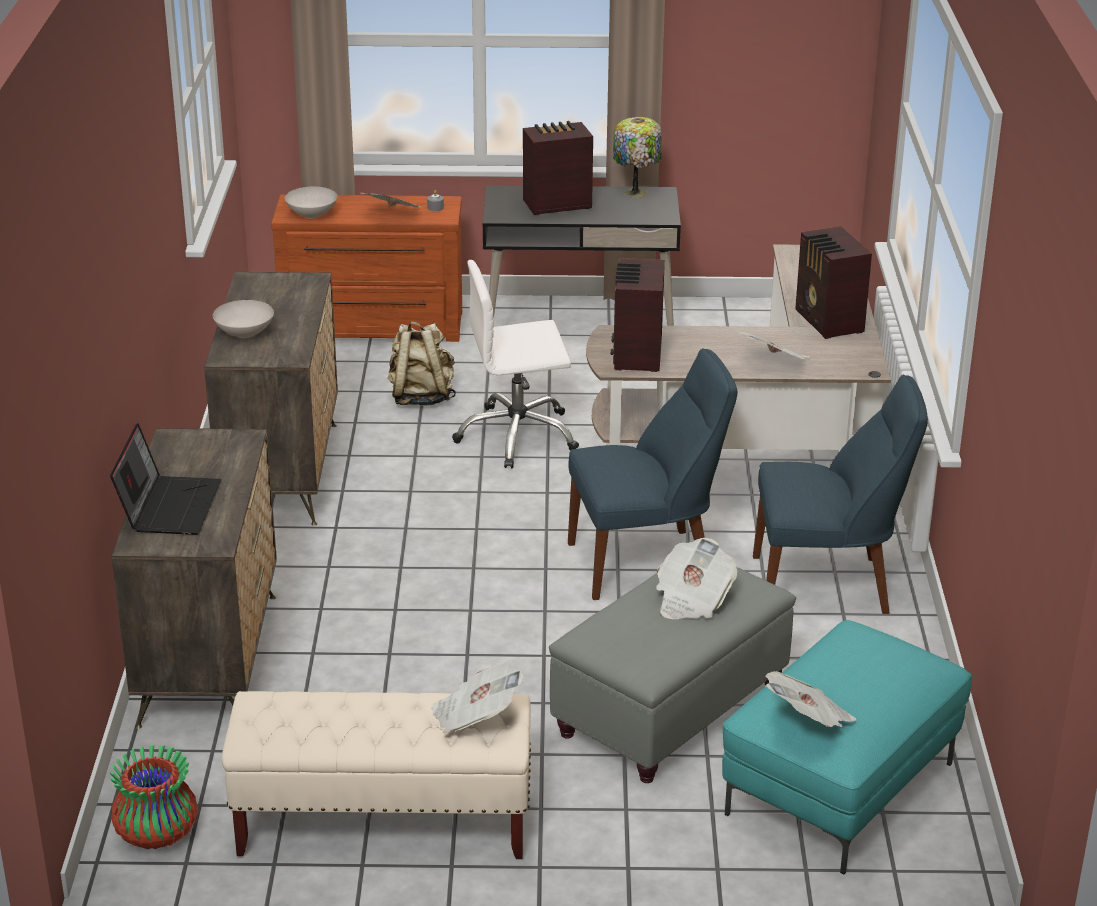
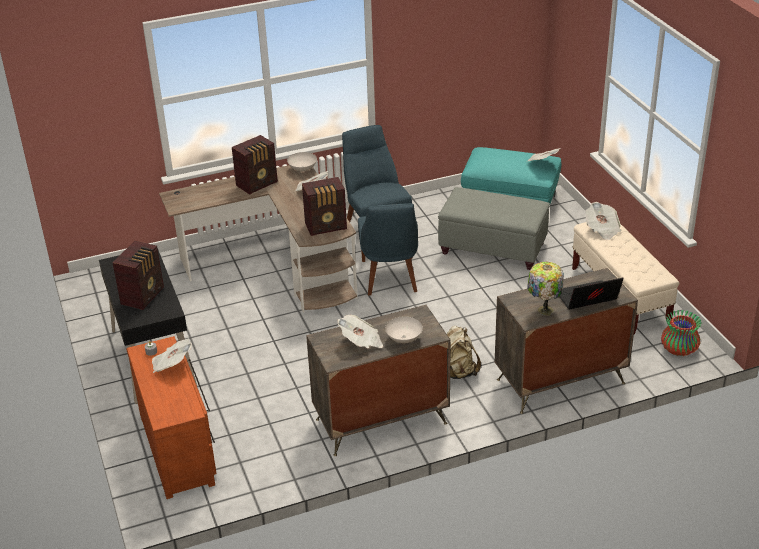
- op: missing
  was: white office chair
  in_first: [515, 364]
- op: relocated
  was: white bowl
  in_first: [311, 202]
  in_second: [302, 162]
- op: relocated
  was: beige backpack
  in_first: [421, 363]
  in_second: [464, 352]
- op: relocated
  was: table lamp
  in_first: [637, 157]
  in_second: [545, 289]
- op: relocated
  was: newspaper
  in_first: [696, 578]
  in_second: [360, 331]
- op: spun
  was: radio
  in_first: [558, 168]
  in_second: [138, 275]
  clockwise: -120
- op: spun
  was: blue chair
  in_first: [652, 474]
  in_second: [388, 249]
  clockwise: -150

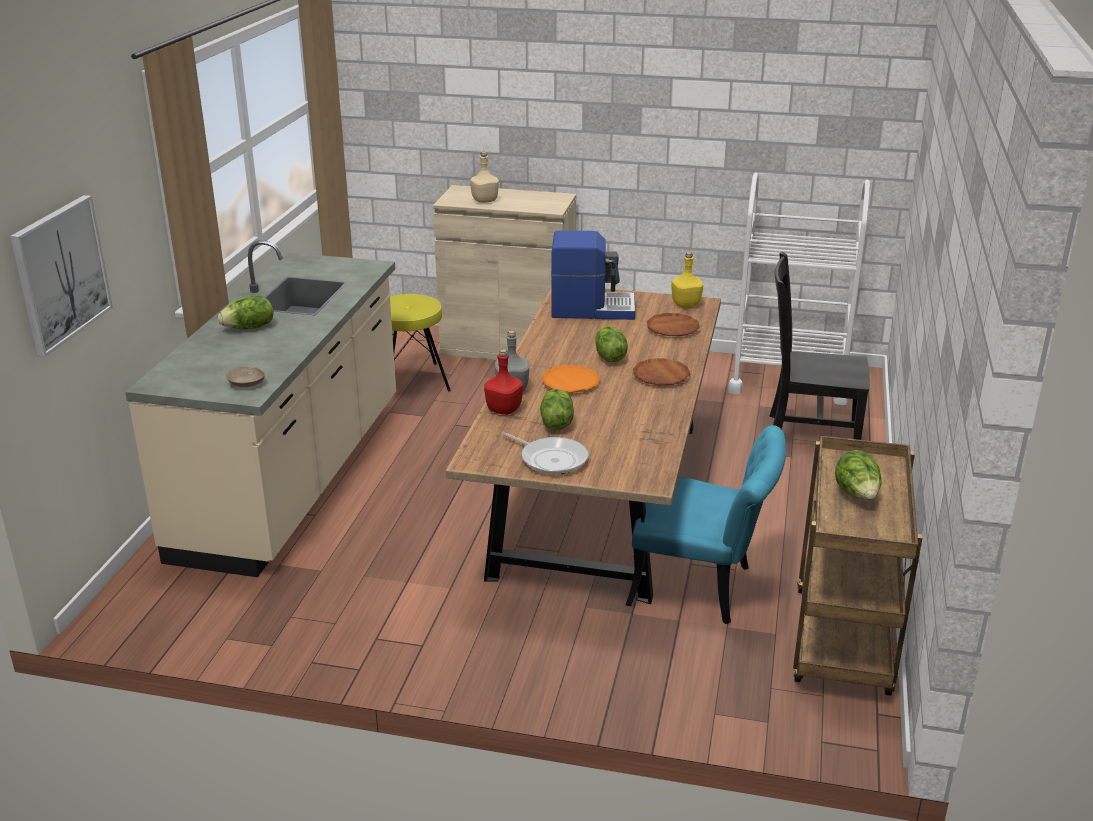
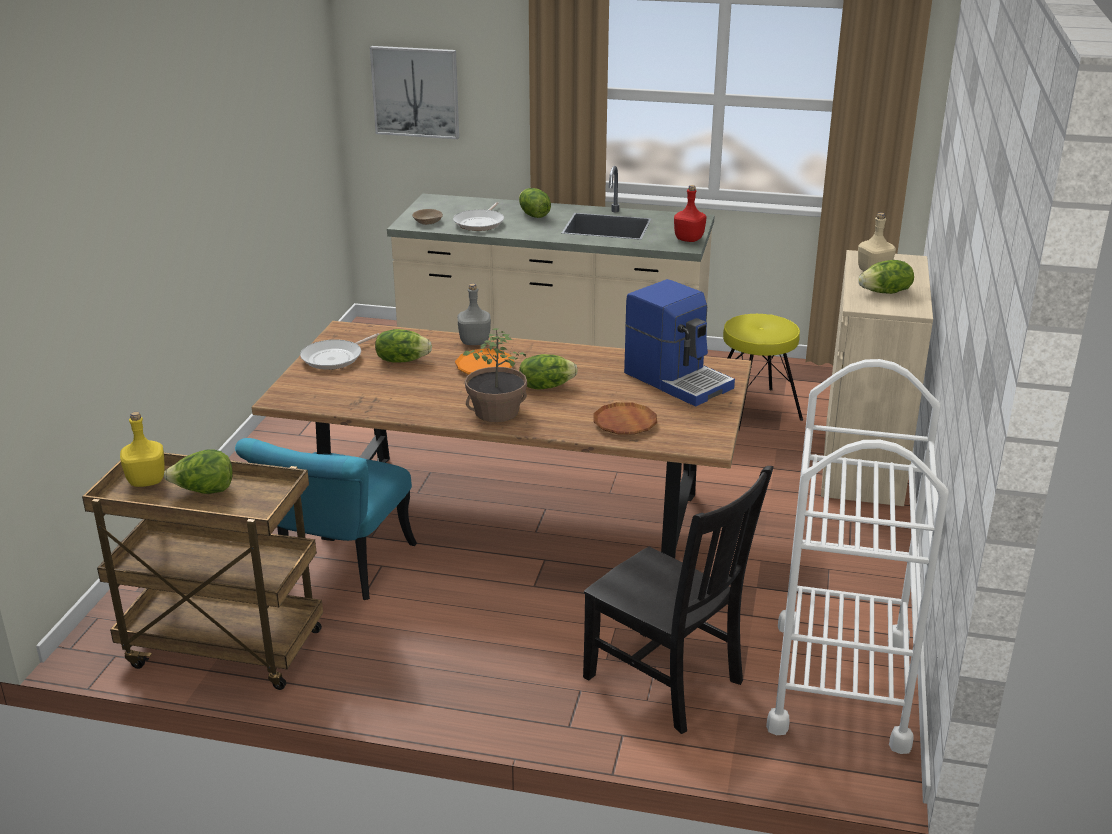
- op: appeared
  now: frying pan
  in_second: [478, 216]
- op: appeared
  now: lettuce
  in_second: [886, 277]
- op: relocated
  was: red bottle
  in_first: [503, 382]
  in_second: [690, 213]
- op: relocated
  was: yellow bottle
  in_first: [687, 280]
  in_second: [142, 449]
- op: exchanged
  was: brown plate
  now: potted plant
  in_first: [661, 371]
  in_second: [495, 375]
- op: spun
  was: coffee machine
  in_first: [593, 275]
  in_second: [679, 343]
  clockwise: -45
- op: spun
  was: black chair
  in_first: [819, 346]
  in_second: [678, 600]
  clockwise: 120

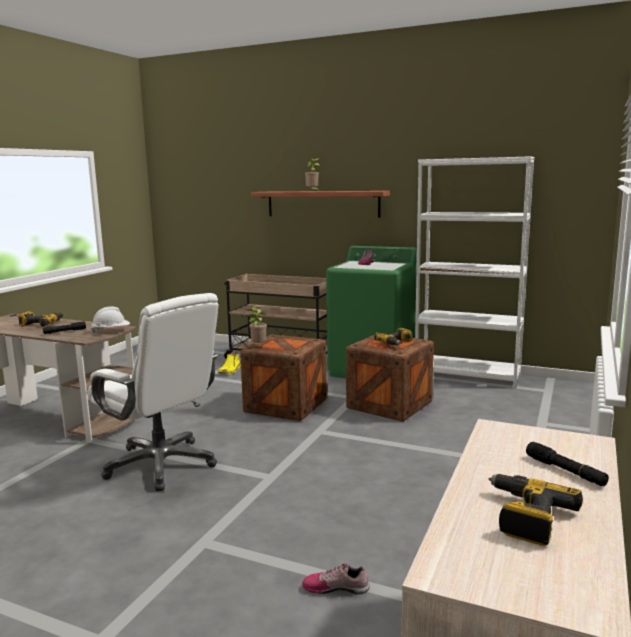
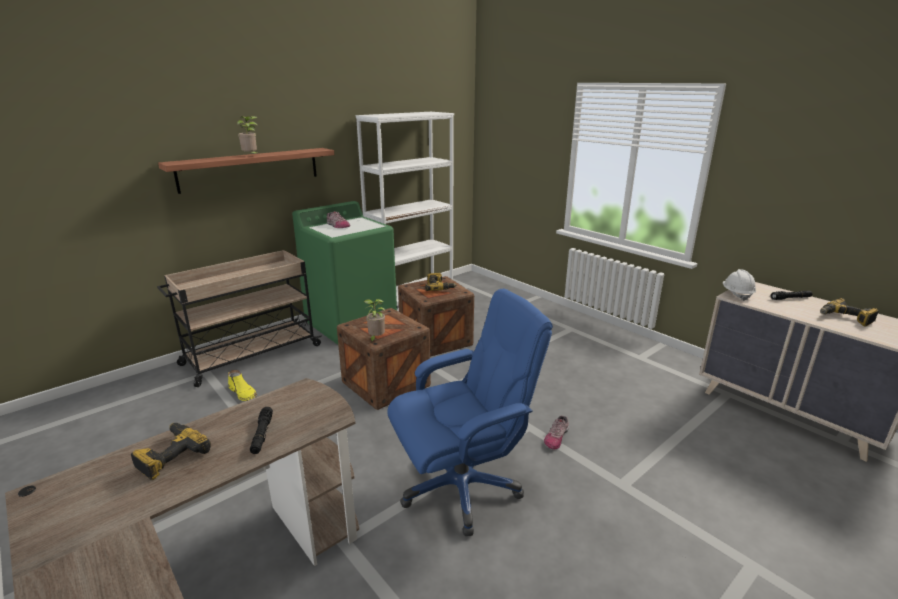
- op: relocated
  was: white hard hat
  in_first: [110, 319]
  in_second: [739, 285]
- op: relocated
  was: shoe
  in_first: [336, 578]
  in_second: [556, 433]
- op: colour
  was: white office chair
  now: blue office chair
  in_first: [152, 392]
  in_second: [470, 412]

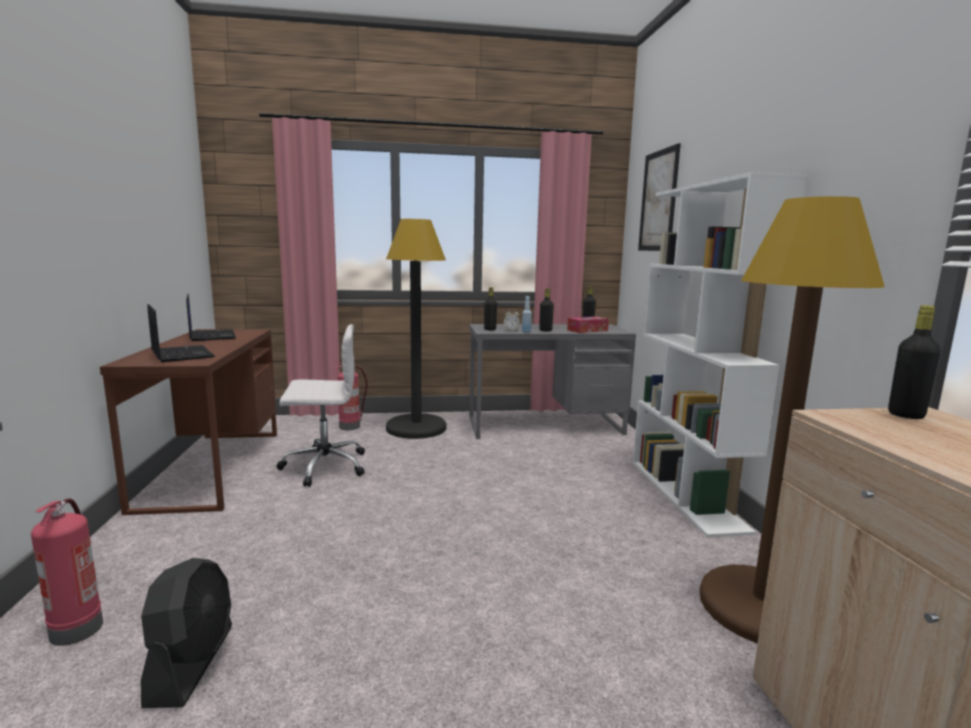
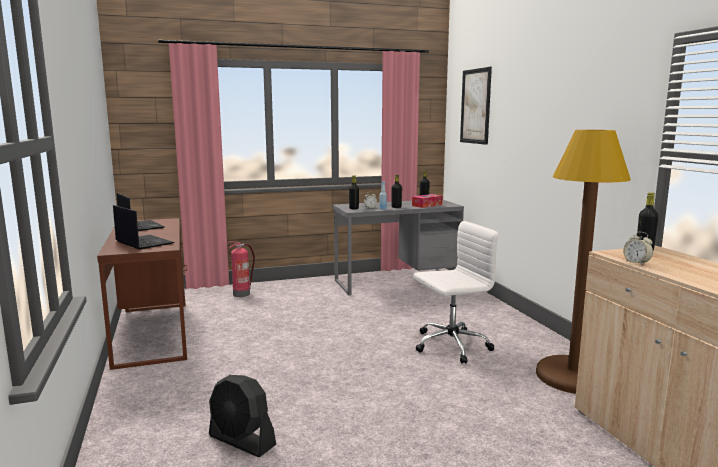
- op: missing
  was: fire extinguisher
  in_first: [67, 572]
- op: missing
  was: black floor lamp
  in_first: [416, 329]
- op: missing
  was: white bookcase
  in_first: [720, 355]
- op: appeared
  now: alarm clock
  in_second: [638, 248]
- op: relocated
  was: white office chair
  in_first: [321, 405]
  in_second: [455, 292]
- op: spun
  was: black fan
  in_first: [186, 633]
  in_second: [242, 416]
  clockwise: 135

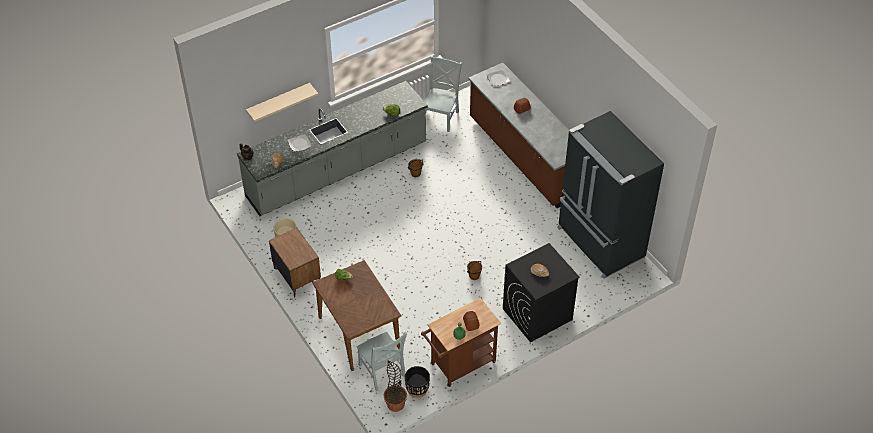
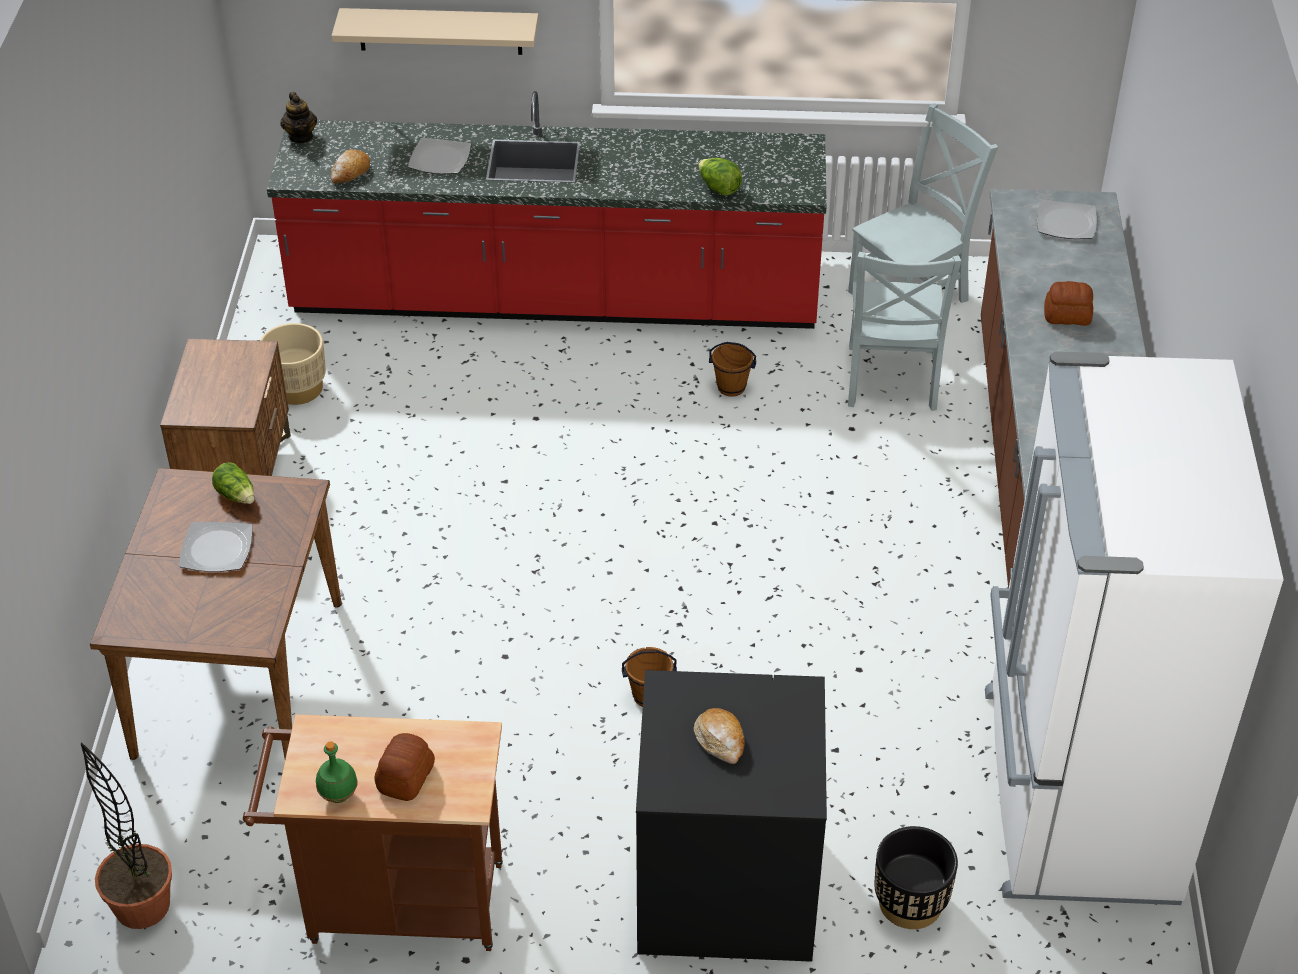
- op: appeared
  now: plate
  in_second: [216, 547]
- op: relocated
  was: grey chair
  in_first: [382, 361]
  in_second: [904, 331]
- op: relocated
  was: black planter
  in_first: [417, 382]
  in_second: [916, 877]
- op: colour
  was: grey counter
  now: red counter
  in_first: [332, 148]
  in_second: [547, 210]
- op: colour
  was: black fridge
  now: white fridge
  in_first: [610, 195]
  in_second: [1134, 628]

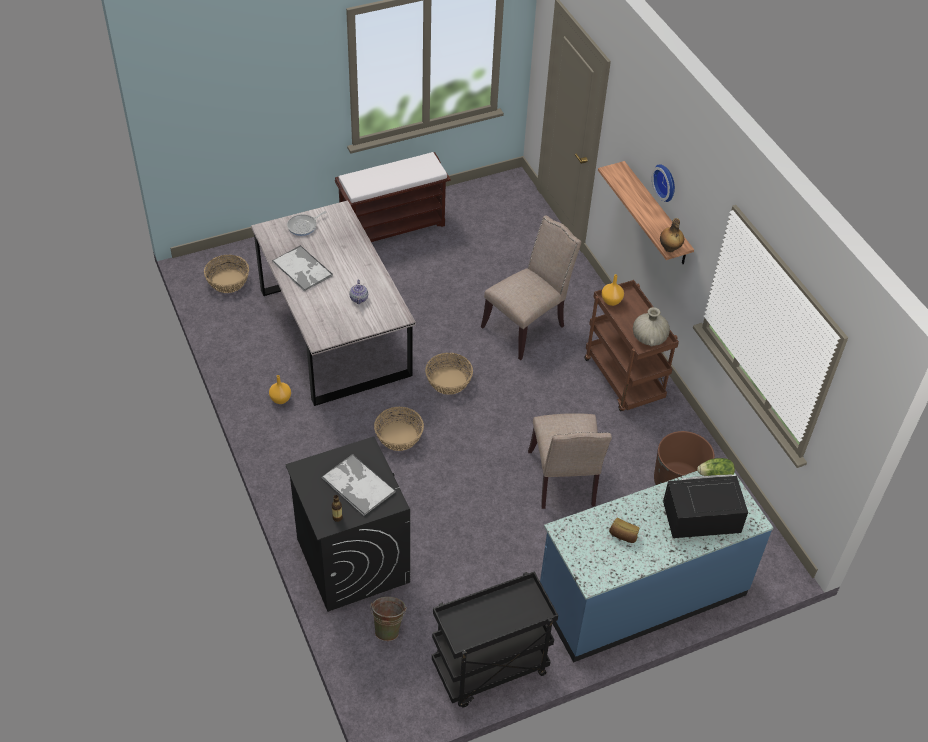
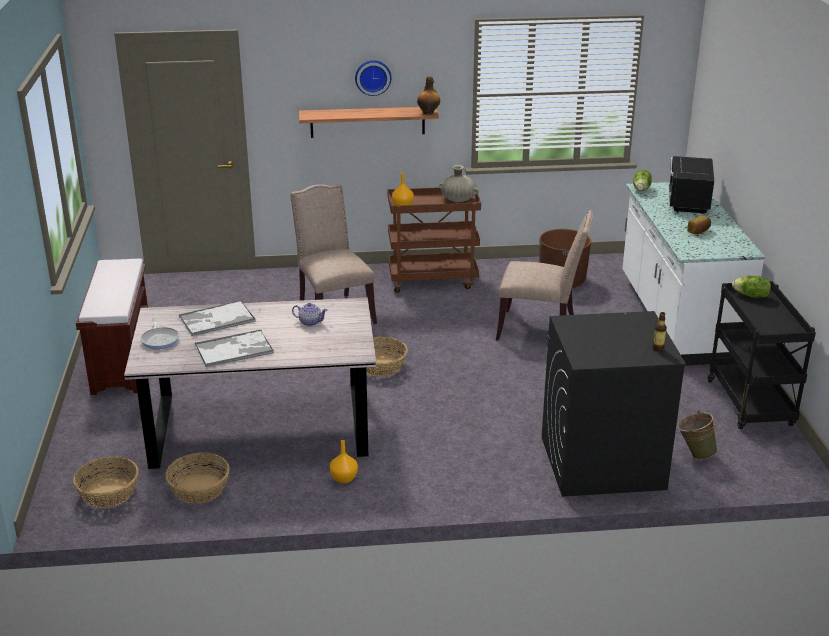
- op: appeared
  now: lettuce
  in_second: [751, 286]
- op: relocated
  was: tray
  in_first: [358, 485]
  in_second: [217, 318]
- op: relocated
  was: basket
  in_first: [399, 429]
  in_second: [197, 478]
- op: colour
  was: blue counter
  now: white counter
  in_first: [656, 567]
  in_second: [693, 274]

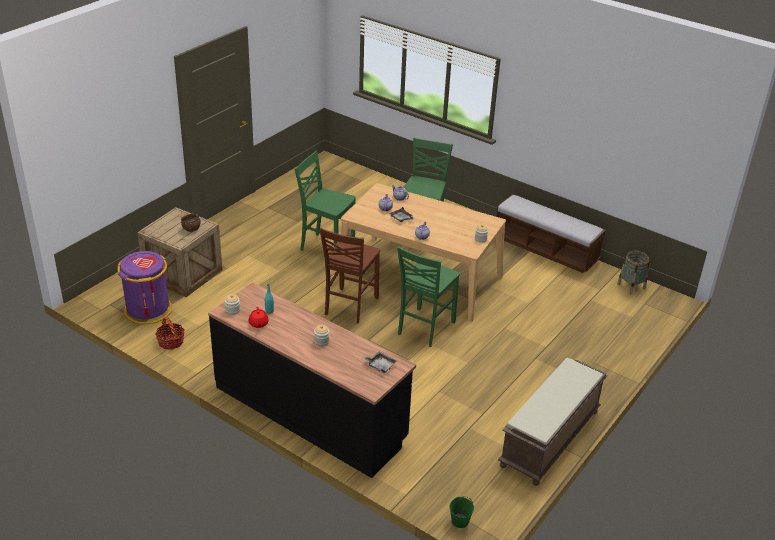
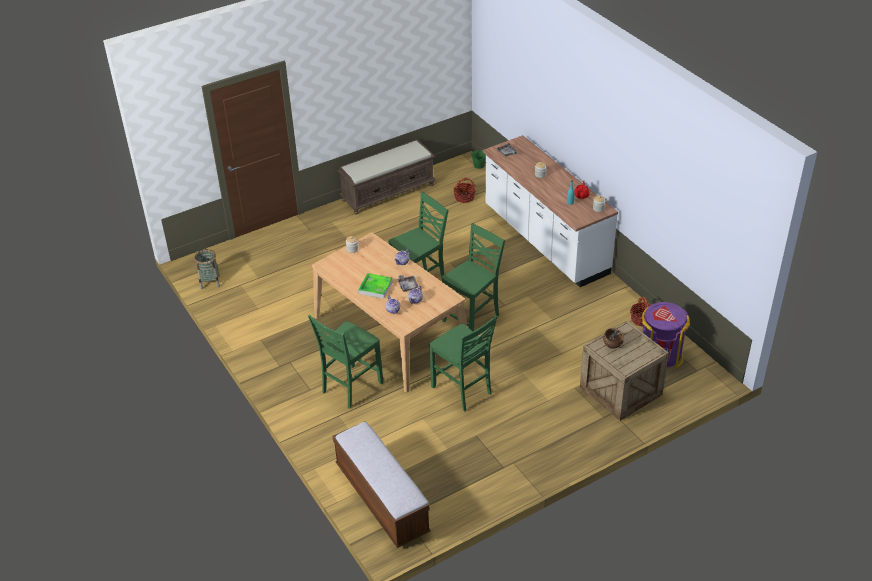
- op: appeared
  now: tray
  in_second: [375, 286]
- op: appeared
  now: basket
  in_second: [465, 190]
- op: relocated
  was: bench
  in_first: [551, 233]
  in_second: [381, 484]
- op: colour
  was: black counter
  now: white counter
  in_first: [312, 380]
  in_second: [550, 211]
- op: colour
  was: brown chair
  now: green chair
  in_first: [349, 276]
  in_second: [473, 277]

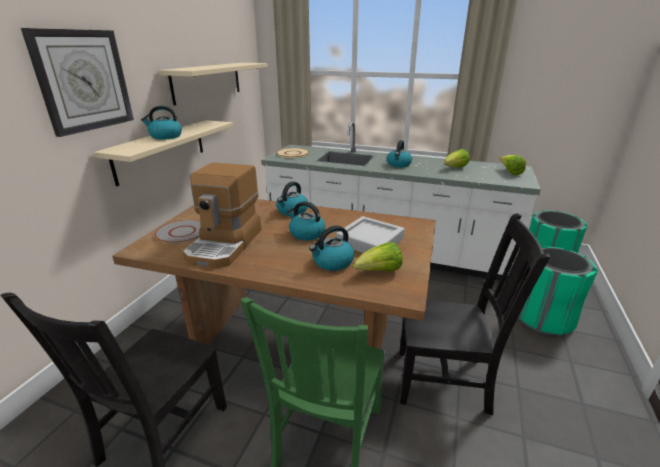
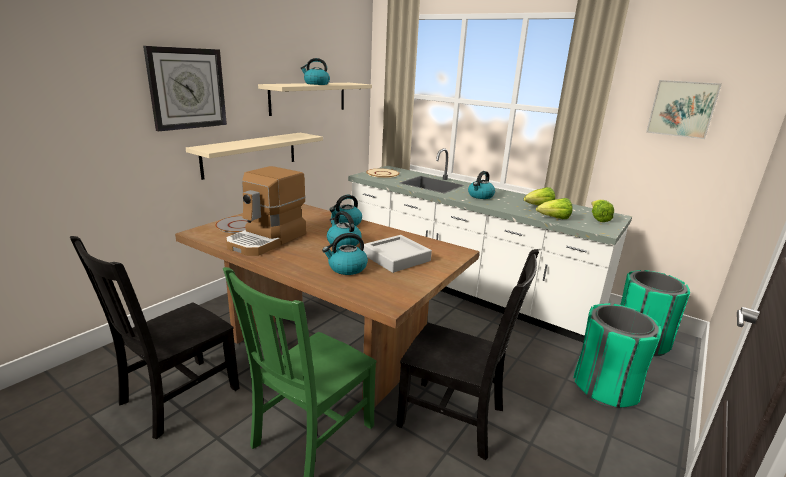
- op: appeared
  now: picture
  in_second: [684, 109]
- op: relocated
  was: kettle
  in_first: [161, 122]
  in_second: [315, 71]
- op: relocated
  was: lettuce
  in_first: [377, 257]
  in_second: [554, 208]

